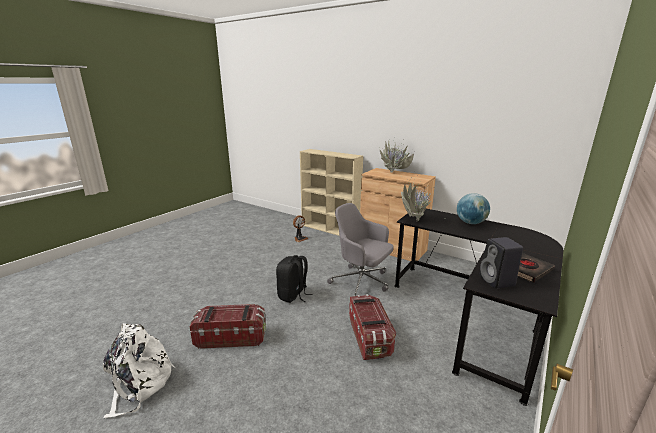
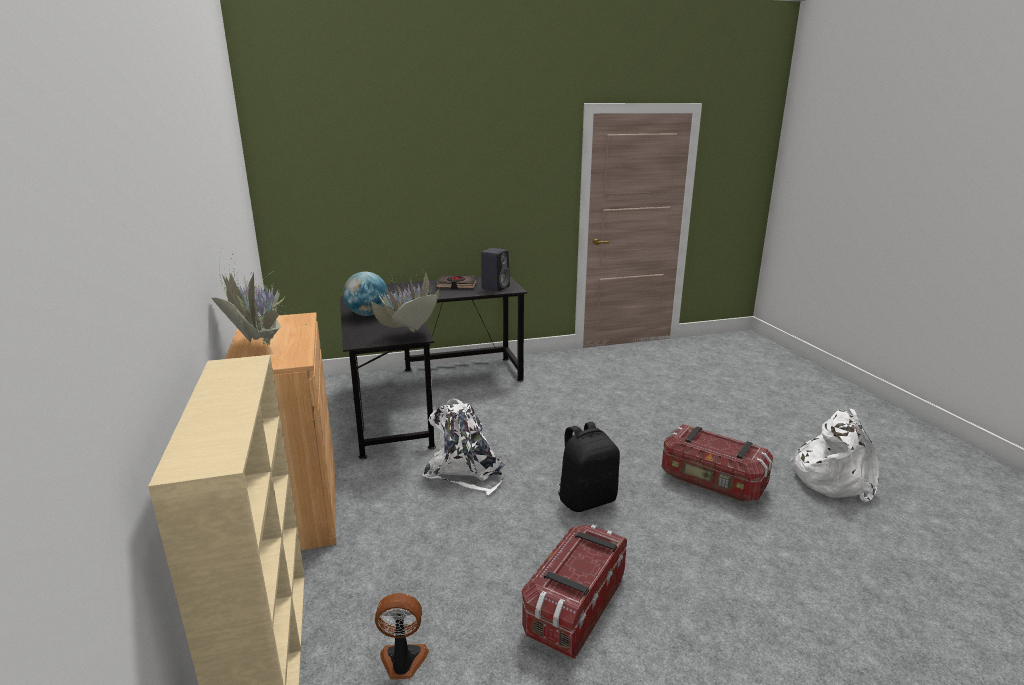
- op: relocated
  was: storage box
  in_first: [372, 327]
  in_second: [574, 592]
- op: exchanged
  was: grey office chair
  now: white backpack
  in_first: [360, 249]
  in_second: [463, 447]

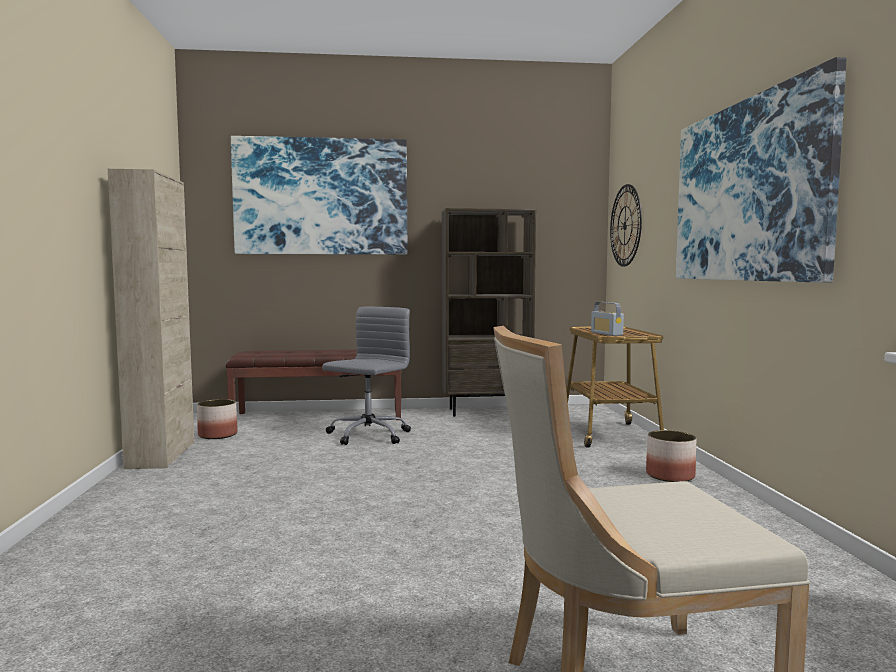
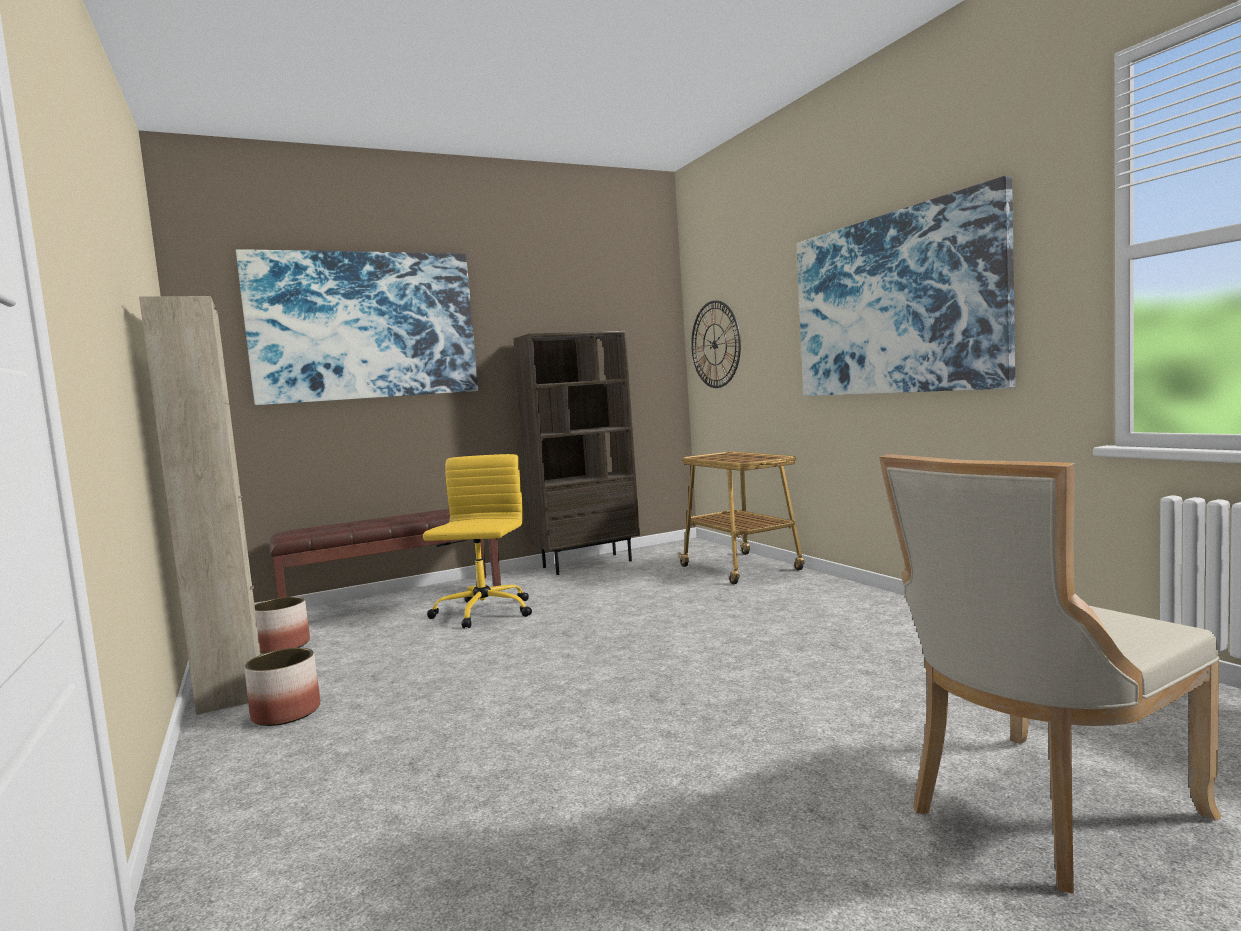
- op: missing
  was: radio
  in_first: [607, 319]
- op: relocated
  was: planter
  in_first: [671, 456]
  in_second: [282, 687]
- op: colour
  was: grey office chair
  now: yellow office chair
  in_first: [366, 376]
  in_second: [477, 541]

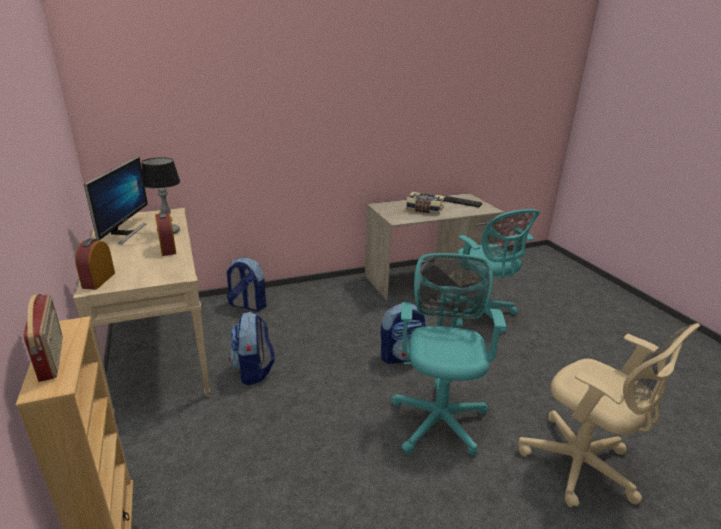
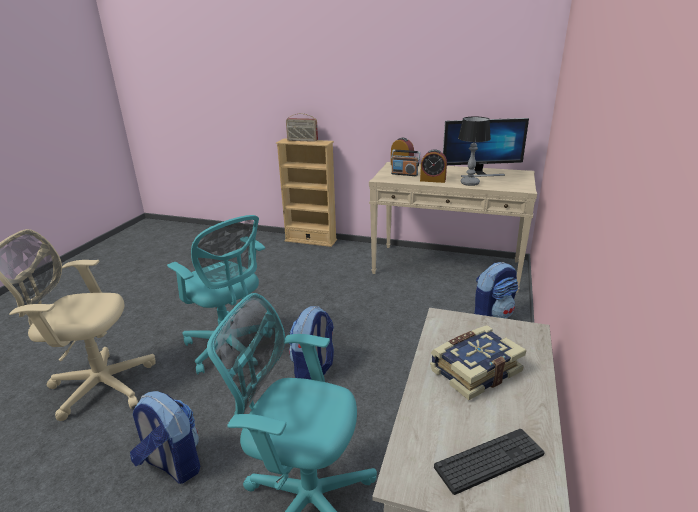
- op: appeared
  now: radio
  in_second: [405, 162]
- op: relocated
  was: backpack
  in_first: [252, 348]
  in_second: [165, 437]
- op: spun
  was: monitor
  in_first: [116, 200]
  in_second: [486, 147]
  clockwise: -45

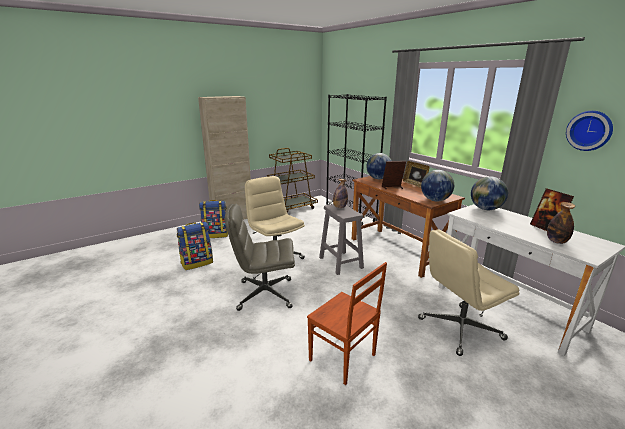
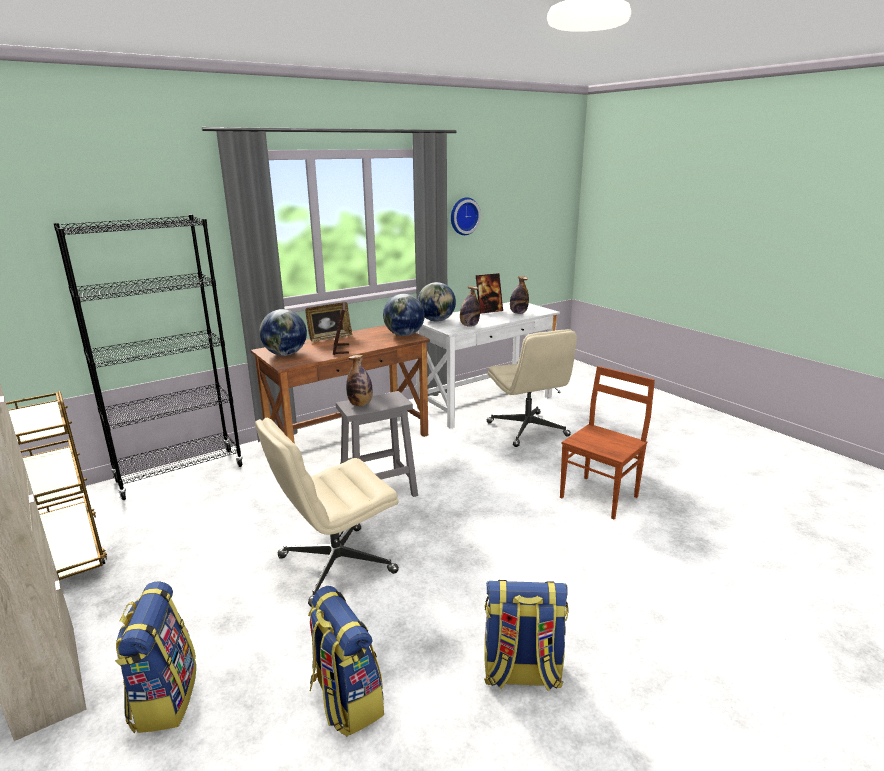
- op: missing
  was: grey office chair
  in_first: [260, 257]
- op: appeared
  now: bottle
  in_second: [470, 306]
- op: appeared
  now: backpack
  in_second: [526, 636]

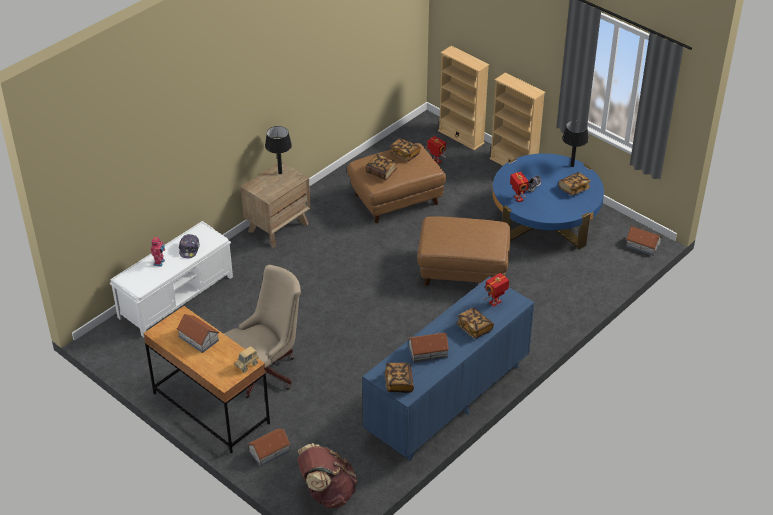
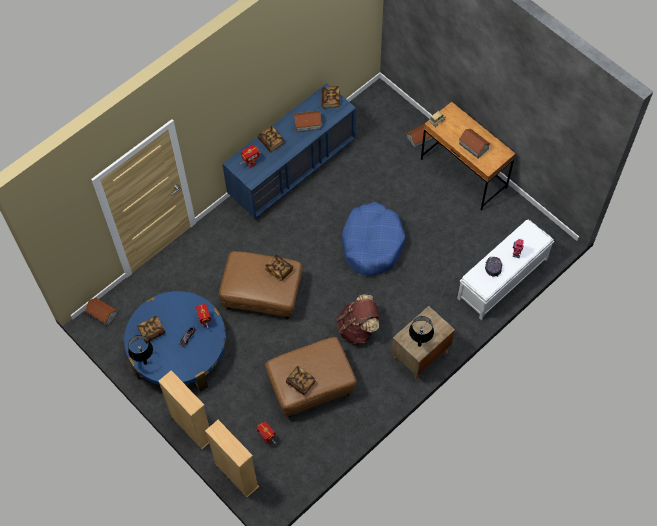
- op: missing
  was: beige office chair
  in_first: [262, 331]
- op: appeared
  now: blue dog bed
  in_second: [373, 239]
- op: relocated
  was: brown backpack
  in_first: [327, 475]
  in_second: [357, 319]
- op: relocated
  was: book
  in_first: [381, 167]
  in_second: [279, 268]

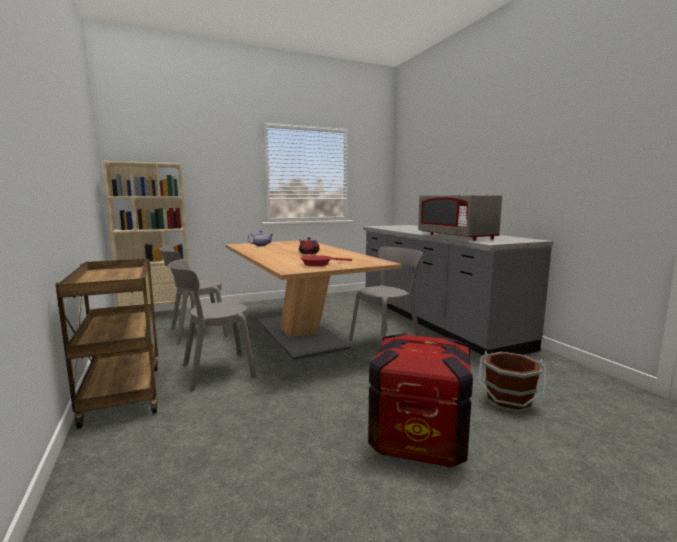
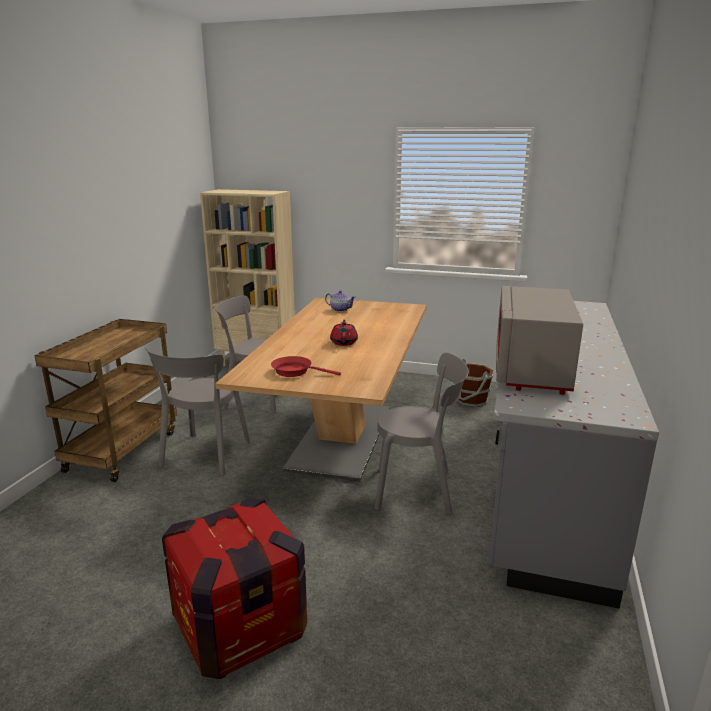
- op: relocated
  was: brown bucket
  in_first: [512, 382]
  in_second: [472, 383]
- op: spun
  was: grey chair
  in_first: [212, 325]
  in_second: [197, 411]
  clockwise: -90

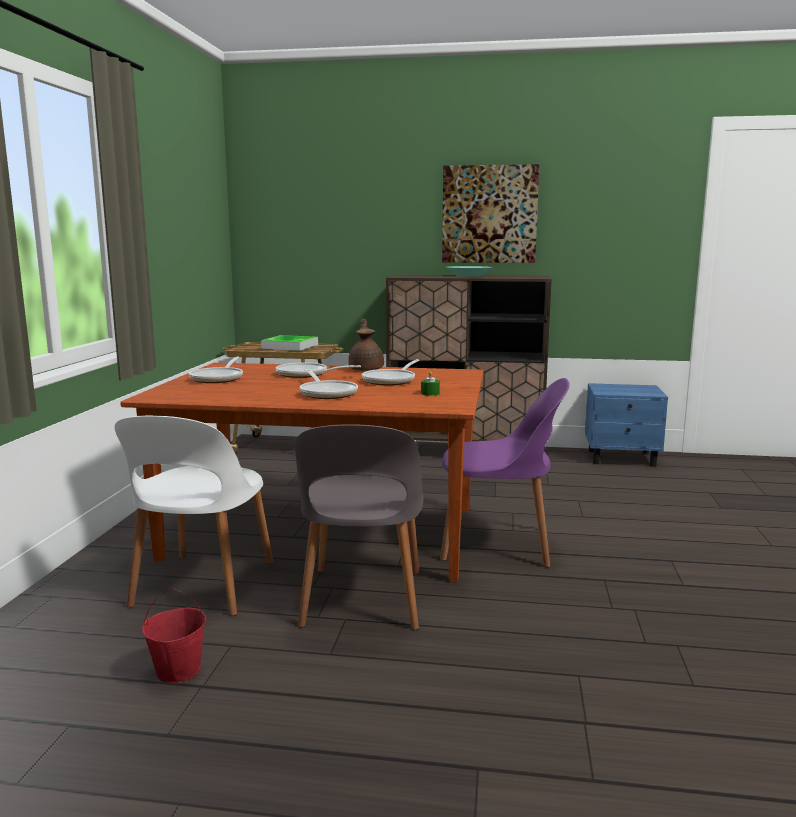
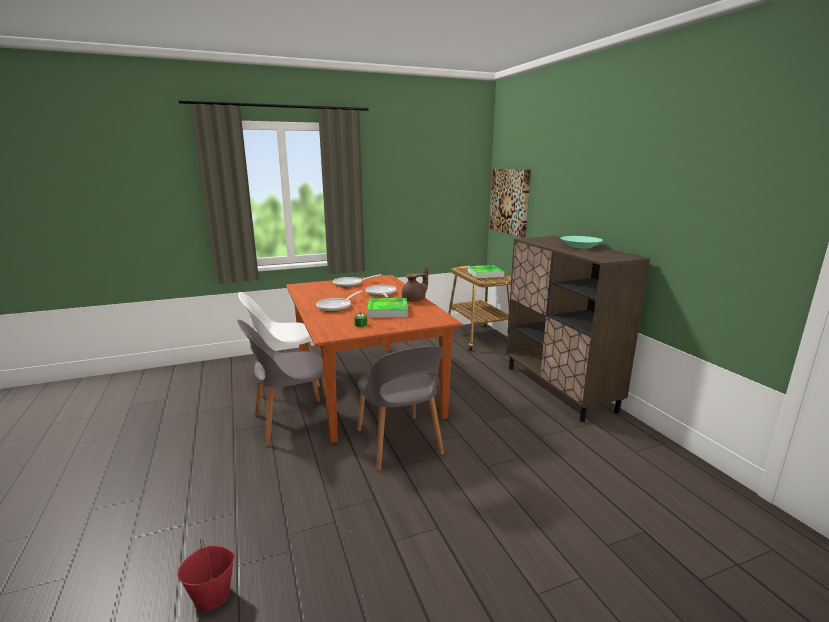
- op: missing
  was: blue nightstand
  in_first: [626, 425]
- op: relocated
  was: red bucket
  in_first: [174, 635]
  in_second: [206, 575]
- op: relocated
  was: picture
  in_first: [490, 213]
  in_second: [510, 203]
- op: exchanged
  was: frying pan
  now: tray
  in_first: [391, 372]
  in_second: [387, 308]
- op: colour
  was: purple chair
  now: grey chair
  in_first: [505, 472]
  in_second: [400, 408]

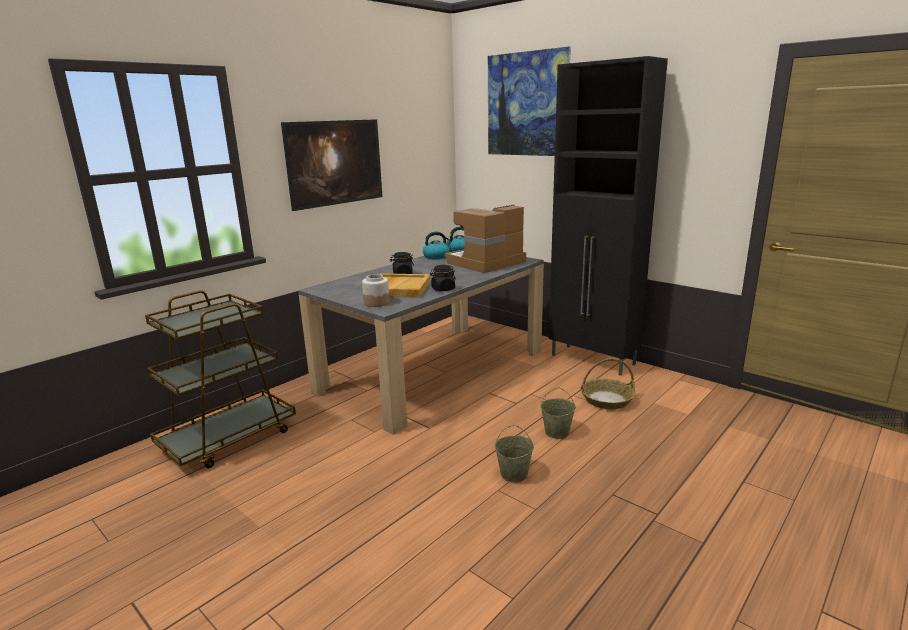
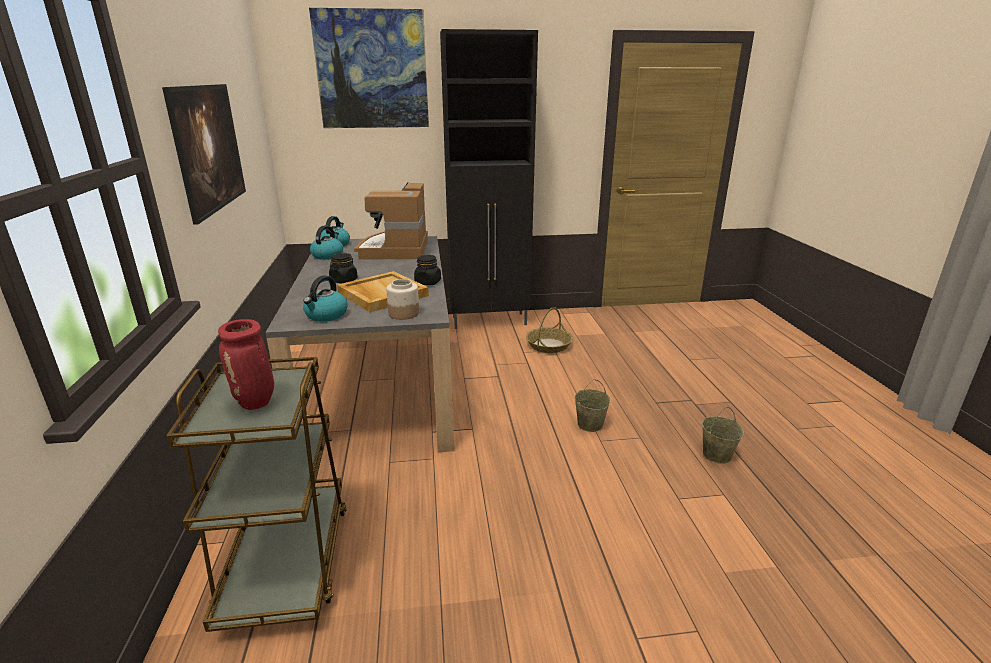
- op: appeared
  now: red vase
  in_second: [246, 364]
- op: appeared
  now: kettle
  in_second: [325, 298]
- op: relocated
  was: beige bucket
  in_first: [558, 413]
  in_second: [723, 435]

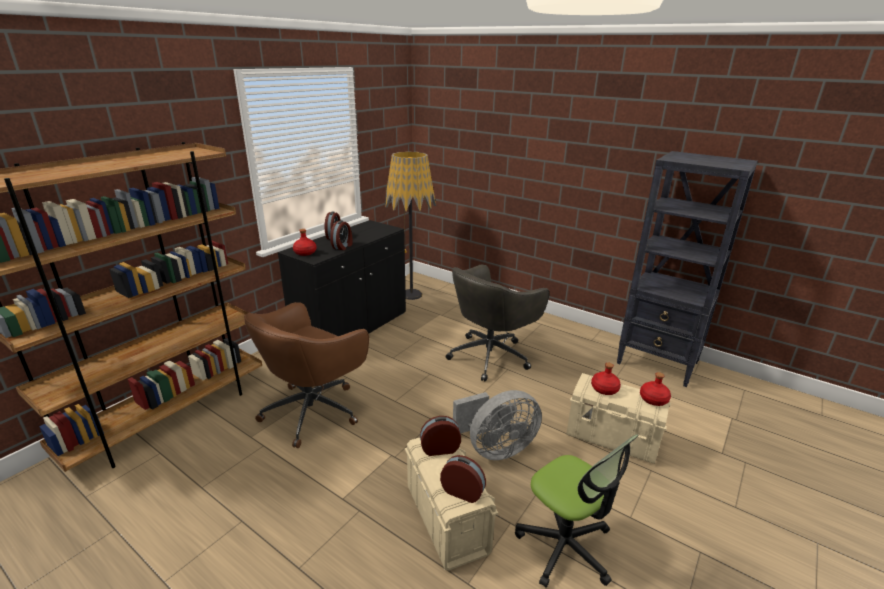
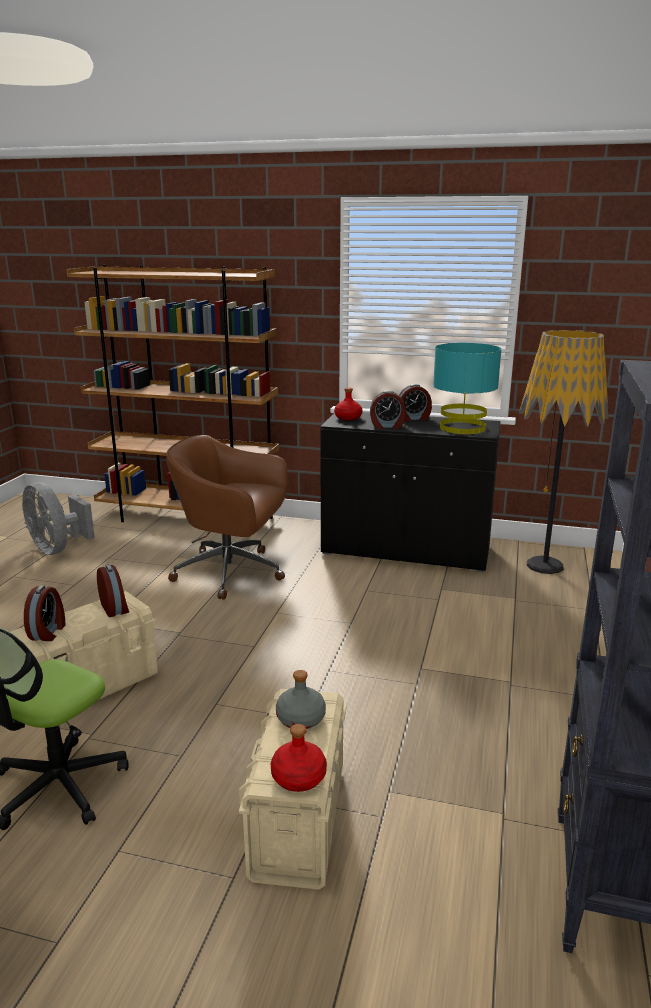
- op: missing
  was: grey office chair
  in_first: [498, 323]
- op: appeared
  now: turquoise table lamp
  in_second: [467, 388]
- op: relocated
  was: grey fan
  in_first: [497, 425]
  in_second: [58, 518]
- op: colour
  was: red bottle
  now: grey bottle
  in_first: [606, 379]
  in_second: [301, 699]

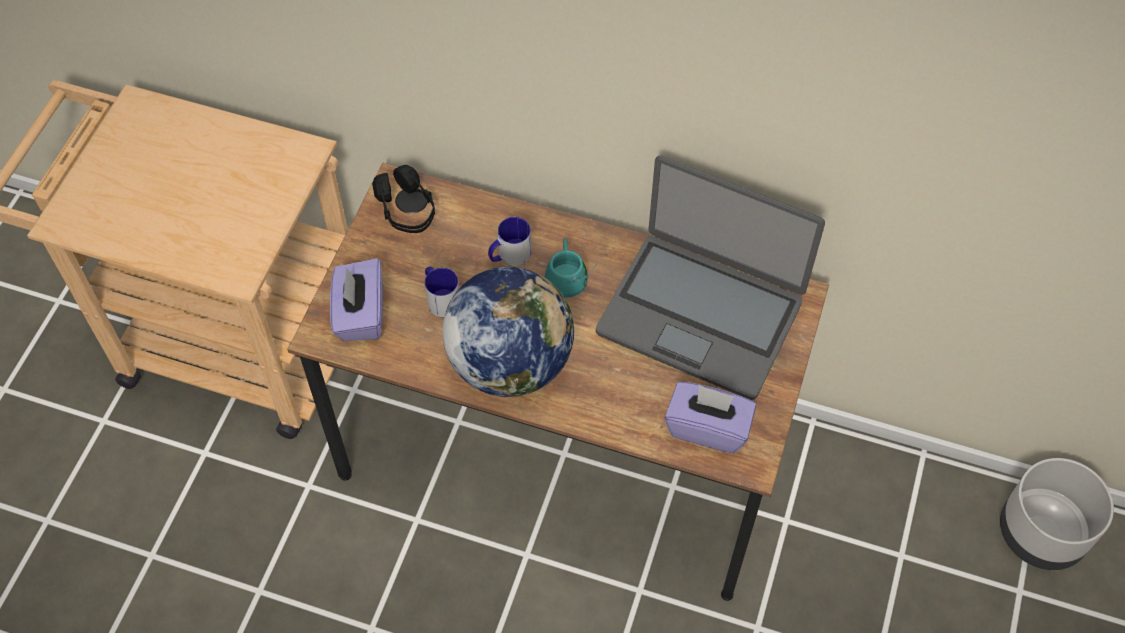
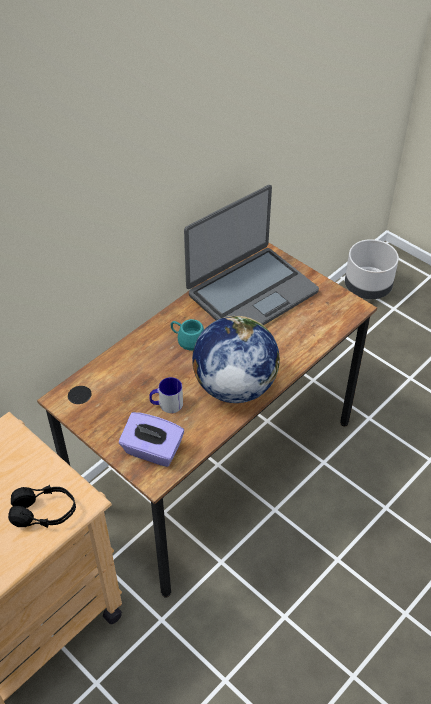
- op: missing
  was: mug
  in_first: [509, 241]
- op: missing
  was: purple tissue box
  in_first: [710, 418]
- op: relocated
  was: black headphones
  in_first: [403, 199]
  in_second: [42, 506]

